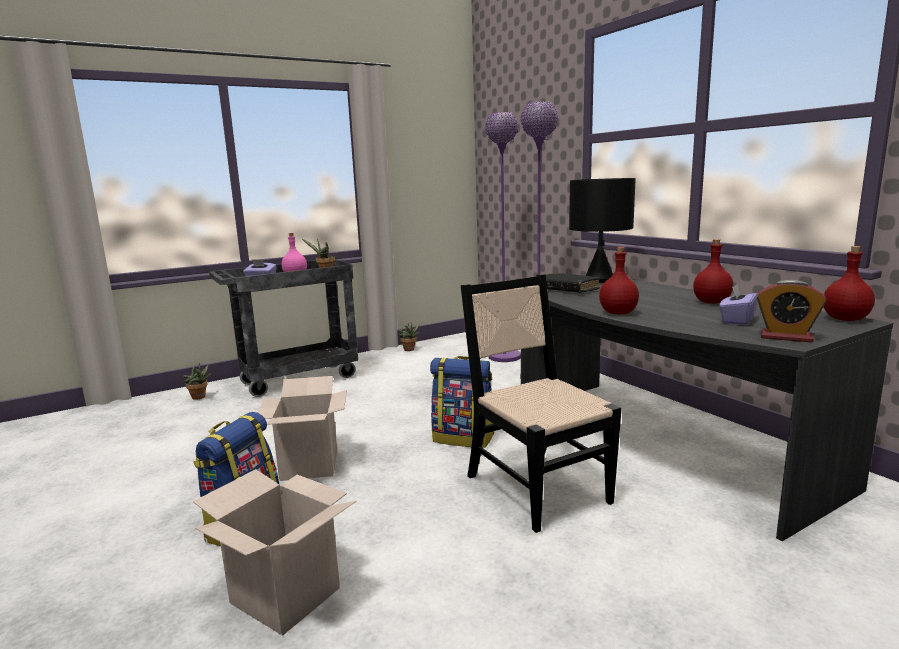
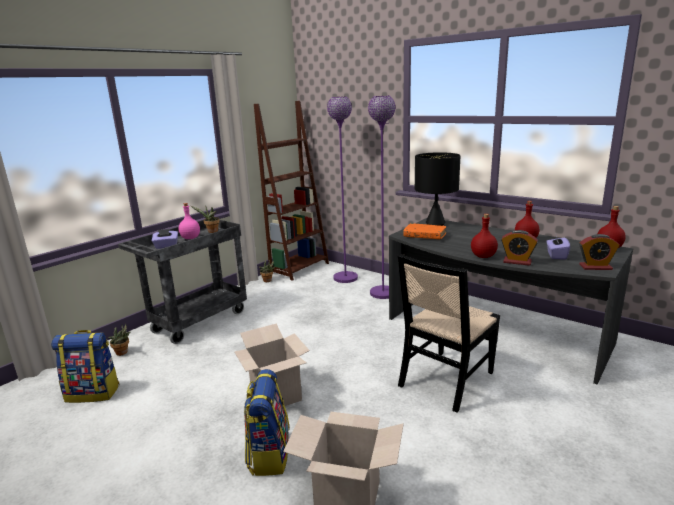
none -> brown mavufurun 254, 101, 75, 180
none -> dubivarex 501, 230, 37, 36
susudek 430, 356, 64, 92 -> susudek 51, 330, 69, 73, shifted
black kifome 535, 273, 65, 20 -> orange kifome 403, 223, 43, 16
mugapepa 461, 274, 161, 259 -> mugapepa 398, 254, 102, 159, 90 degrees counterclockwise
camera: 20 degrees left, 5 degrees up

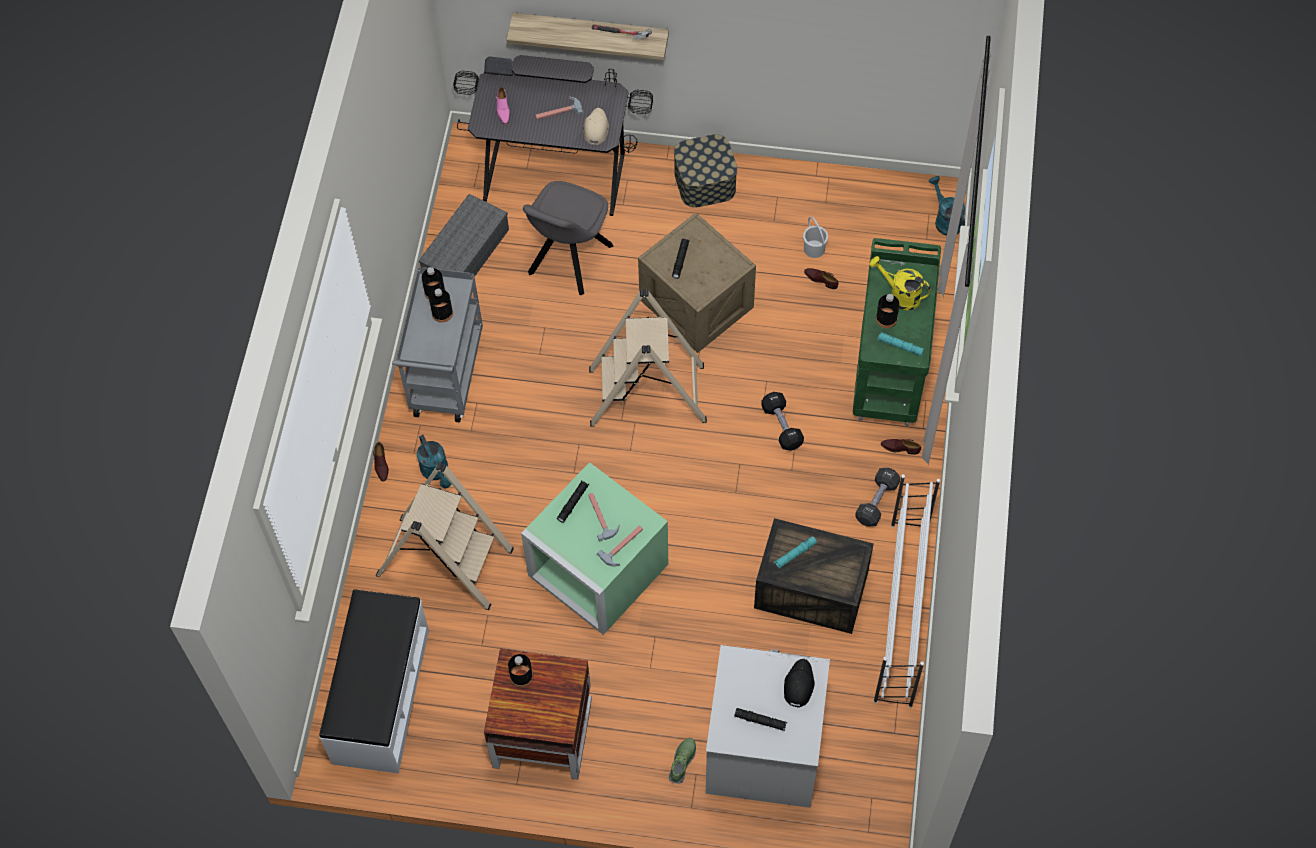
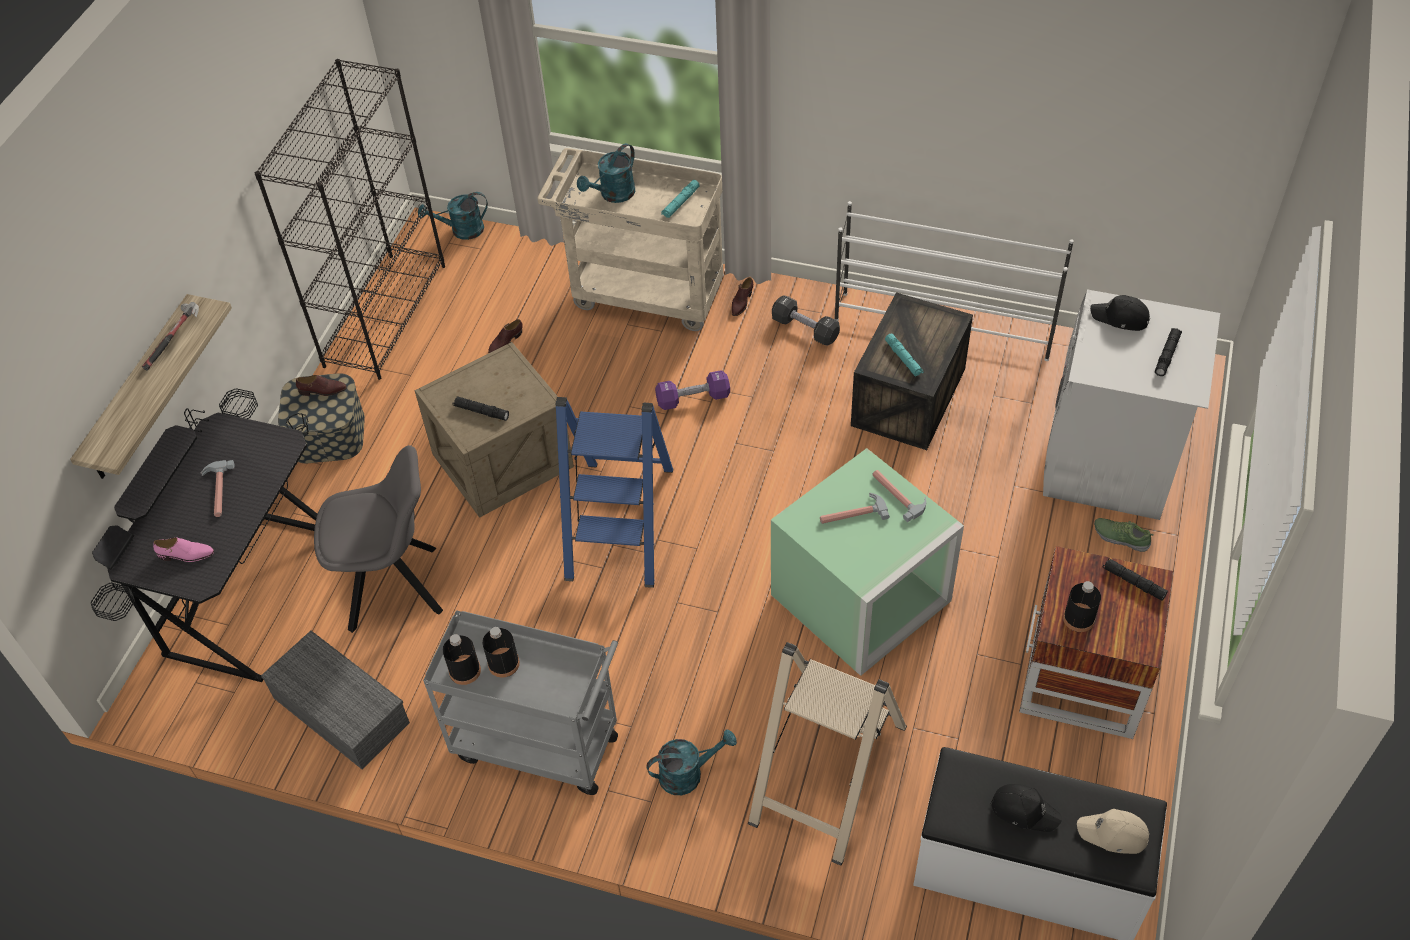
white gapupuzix 803, 217, 25, 41 -> none
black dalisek 876, 294, 24, 34 -> none
none -> black mavufurun 255, 59, 190, 321
none -> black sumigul 990, 784, 72, 48
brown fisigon 373, 442, 16, 40 -> brown fisigon 296, 375, 51, 21, shifted
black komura 557, 481, 32, 42 -> black komura 1103, 558, 65, 43, shifted
beige sumigul 583, 108, 26, 37 -> beige sumigul 1077, 809, 72, 45, shifted
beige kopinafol 589, 289, 118, 138 -> blue kopinafol 556, 397, 117, 191
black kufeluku 761, 392, 43, 59 -> purple kufeluku 655, 370, 75, 40
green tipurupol 853, 238, 88, 188 -> beige tipurupol 537, 148, 186, 183
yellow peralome 869, 256, 62, 54 -> turquoise peralome 577, 143, 58, 60
grey mugapepa 523, 181, 90, 114 -> grey mugapepa 314, 445, 129, 188, 45 degrees counterclockwise
camera: 80 degrees left, 10 degrees down

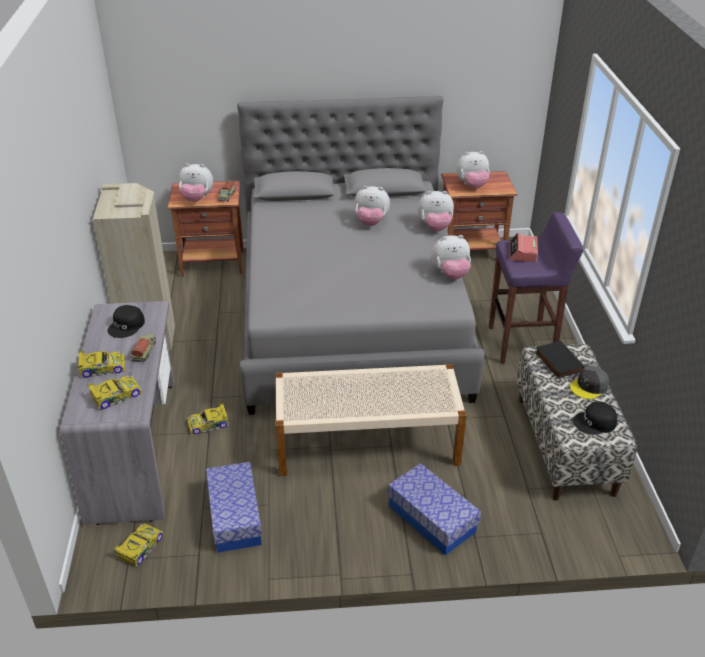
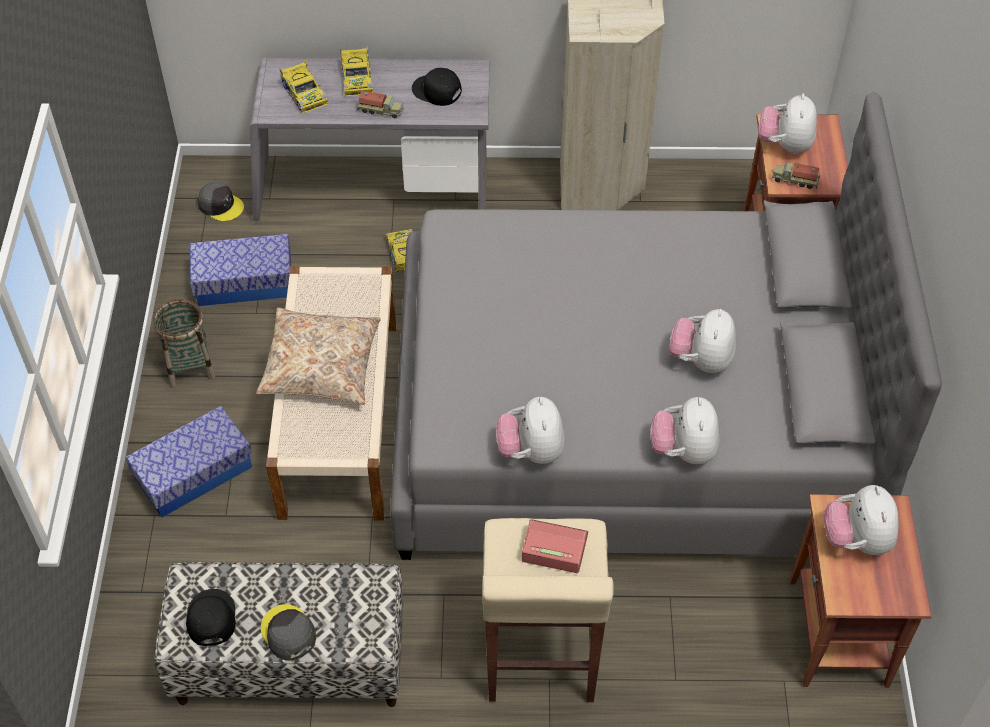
black kifome 535, 341, 50, 37 -> none
none -> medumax 153, 299, 62, 88
none -> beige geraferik 256, 307, 124, 98
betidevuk 114, 523, 50, 43 -> grey sumigul 197, 182, 47, 39
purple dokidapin 489, 212, 94, 151 -> beige dokidapin 482, 518, 132, 184
camera: 95 degrees right, 15 degrees up

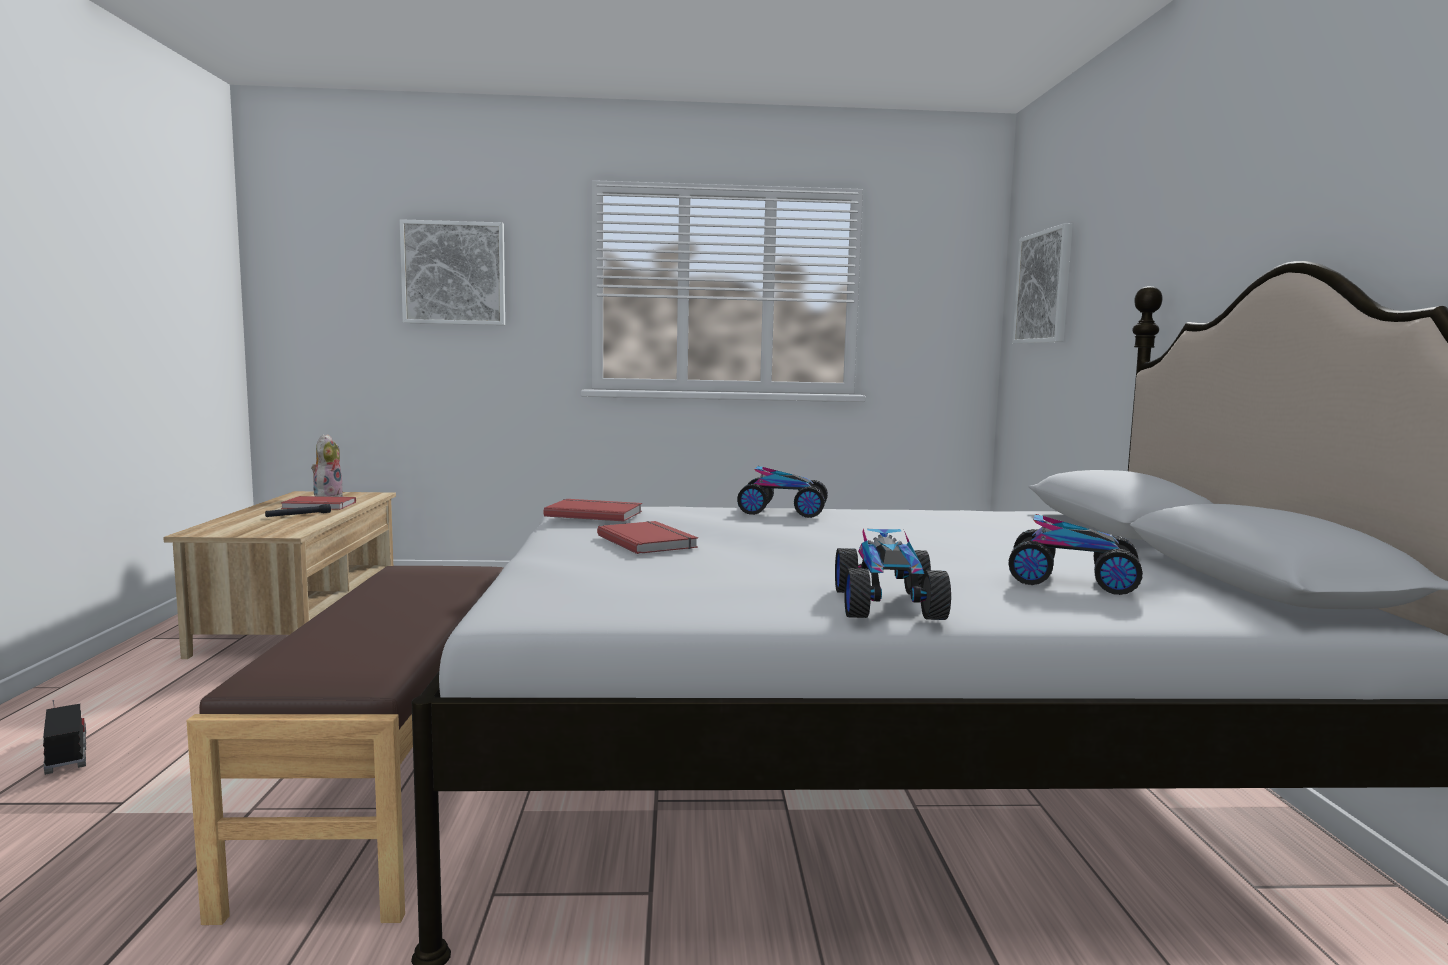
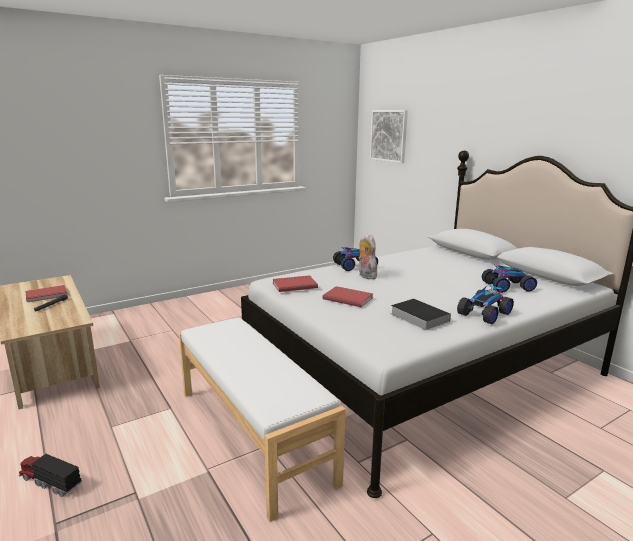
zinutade 400, 219, 105, 106 -> none
none -> kifome 391, 299, 60, 31
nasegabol 311, 434, 32, 63 -> nasegabol 358, 234, 19, 45, shifted
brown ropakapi 187, 566, 316, 359 -> white ropakapi 179, 317, 166, 205
betidevuk 835, 529, 116, 91 -> betidevuk 457, 285, 57, 39, 75 degrees clockwise
camera: 30 degrees left, 10 degrees up

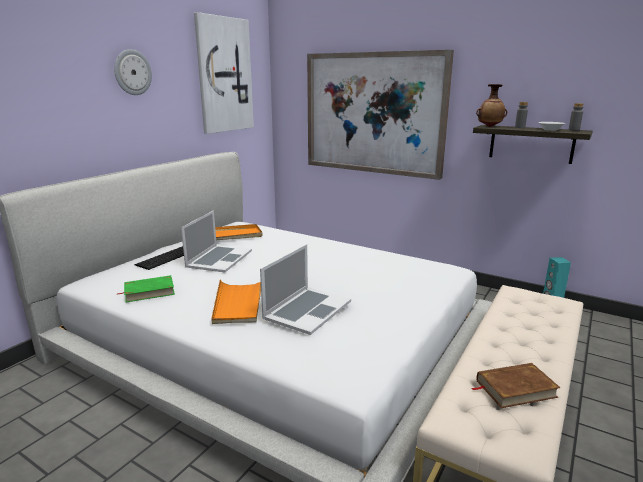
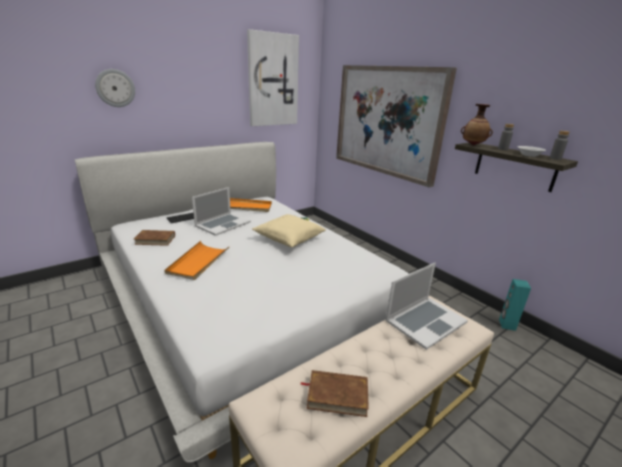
none -> beige geraferik 252, 214, 74, 34
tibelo 114, 49, 38, 46 -> tibelo 95, 69, 40, 38, shifted
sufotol 260, 244, 91, 91 -> sufotol 386, 262, 82, 88, shifted
green kifome 116, 275, 59, 27 -> brown kifome 134, 230, 41, 16
camera: 20 degrees right, 5 degrees up

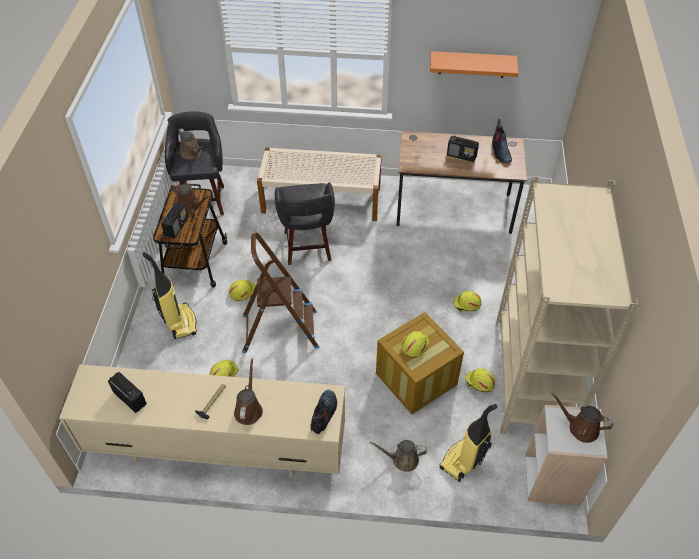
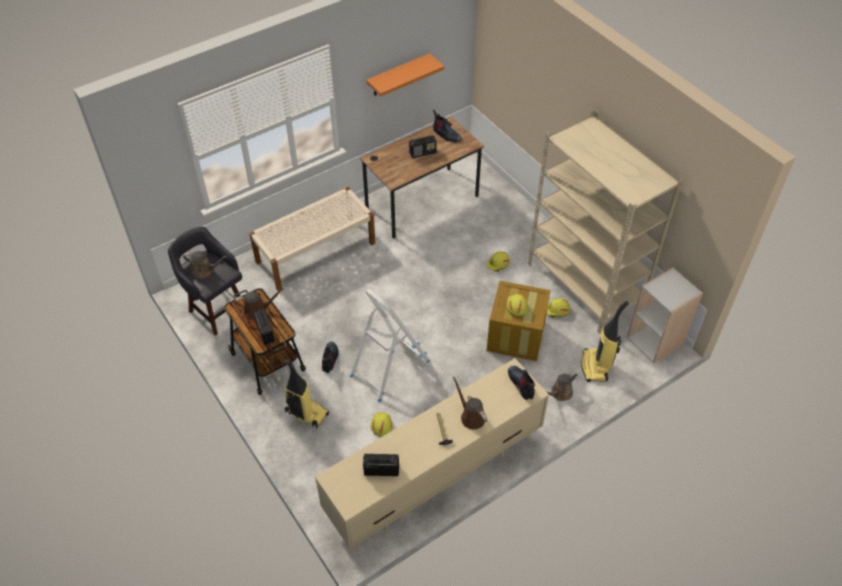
grey dokidapin 275, 182, 60, 83 -> none
brown peralome 551, 393, 62, 50 -> none
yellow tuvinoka 229, 280, 26, 21 -> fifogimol 322, 341, 17, 32
brown kopinafol 242, 233, 77, 120 -> white kopinafol 350, 289, 80, 113
camera: 40 degrees left, 0 degrees up

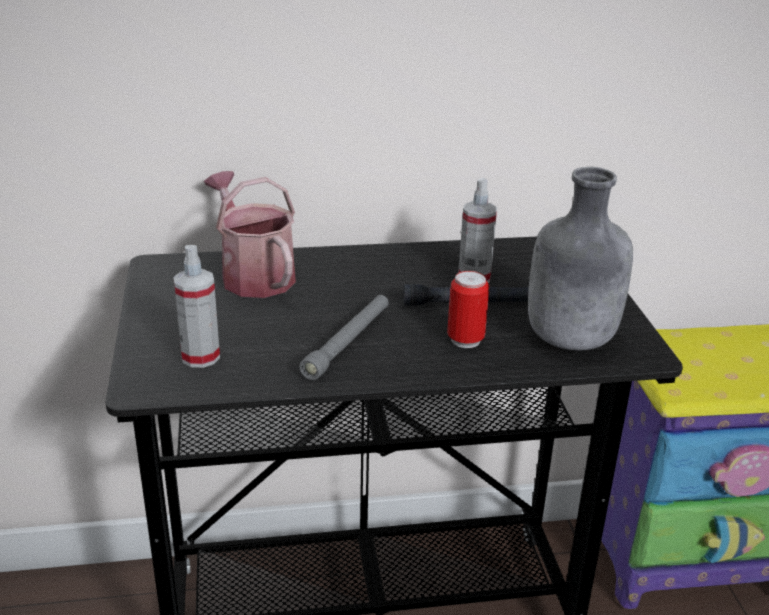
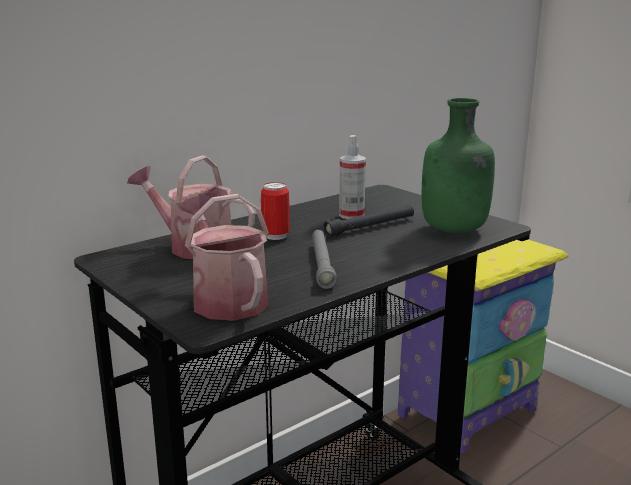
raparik 447, 271, 42, 77 -> raparik 261, 182, 29, 58, shifted
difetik 173, 245, 47, 123 -> peralome 179, 194, 90, 127
grey dalisek 528, 167, 105, 184 -> green dalisek 422, 98, 73, 135
camera: 30 degrees left, 10 degrees down

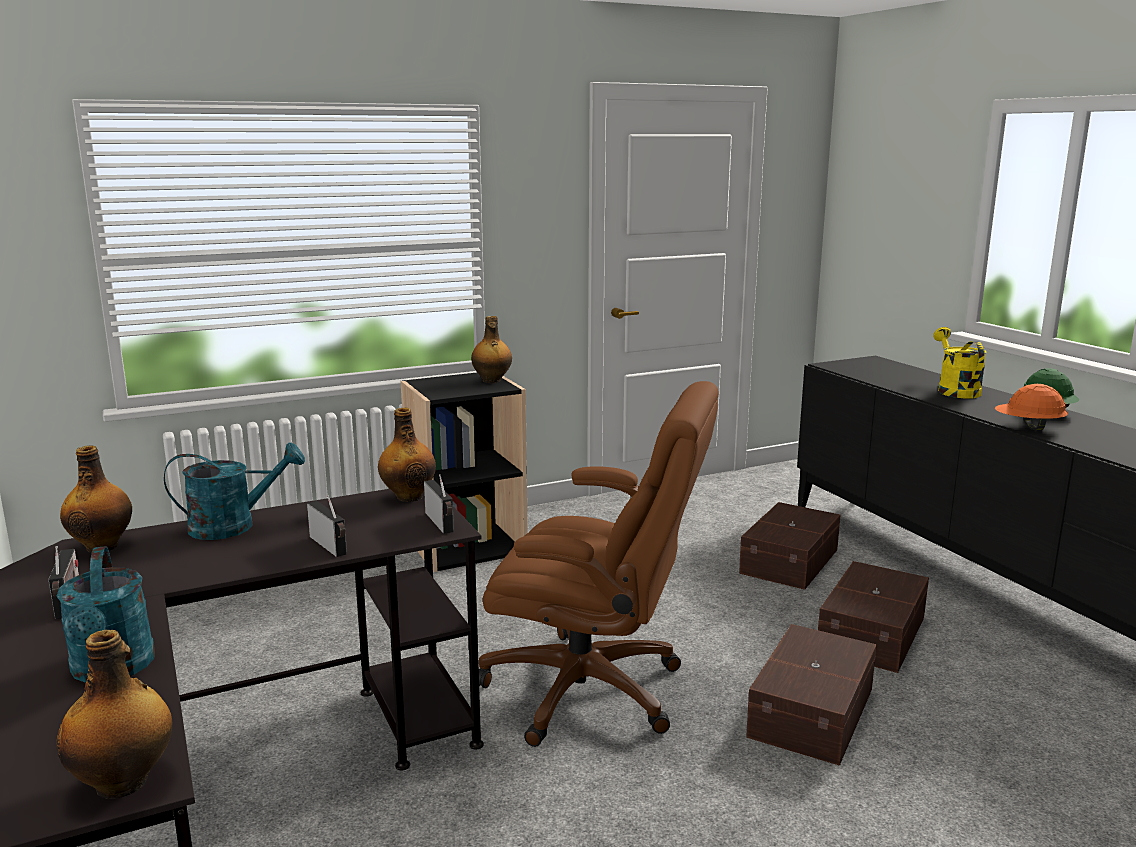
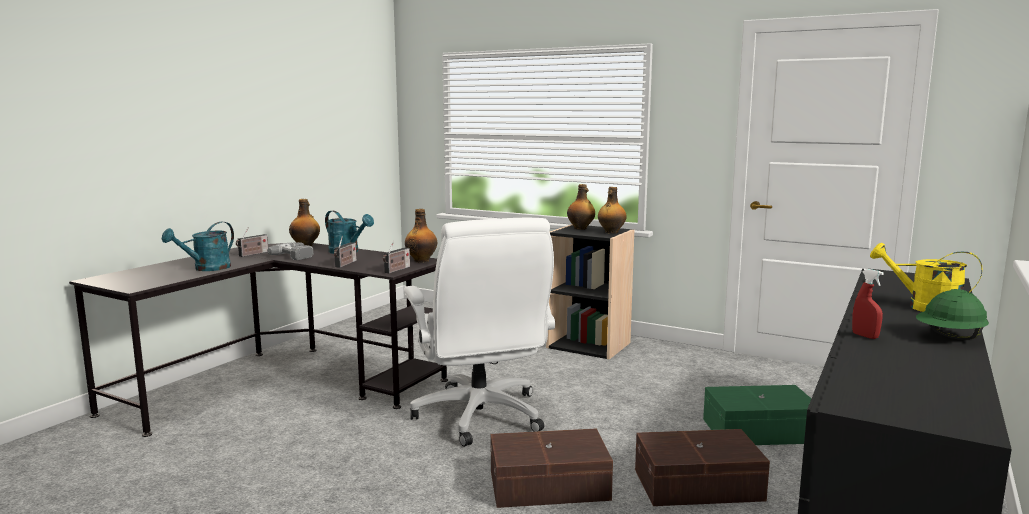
none -> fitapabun 267, 242, 46, 18
dalisek 56, 630, 116, 169 -> dalisek 567, 184, 28, 46, shifted
orange tuvinoka 995, 384, 73, 46 -> red difetik 852, 269, 32, 70
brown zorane 479, 381, 240, 366 -> white zorane 404, 218, 151, 229
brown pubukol 739, 502, 102, 88 -> green pubukol 703, 385, 108, 60
yellow peralome 933, 327, 54, 72 -> yellow peralome 870, 243, 113, 69, 105 degrees counterclockwise
camera: 55 degrees right, 5 degrees down

